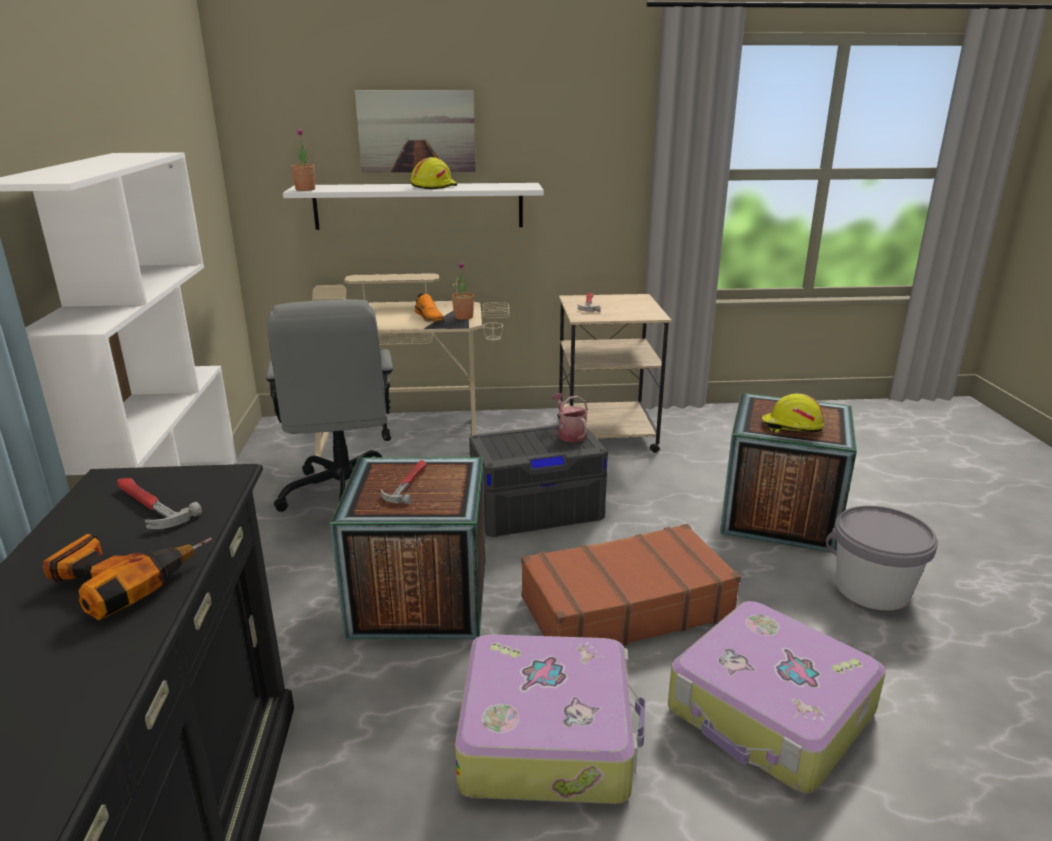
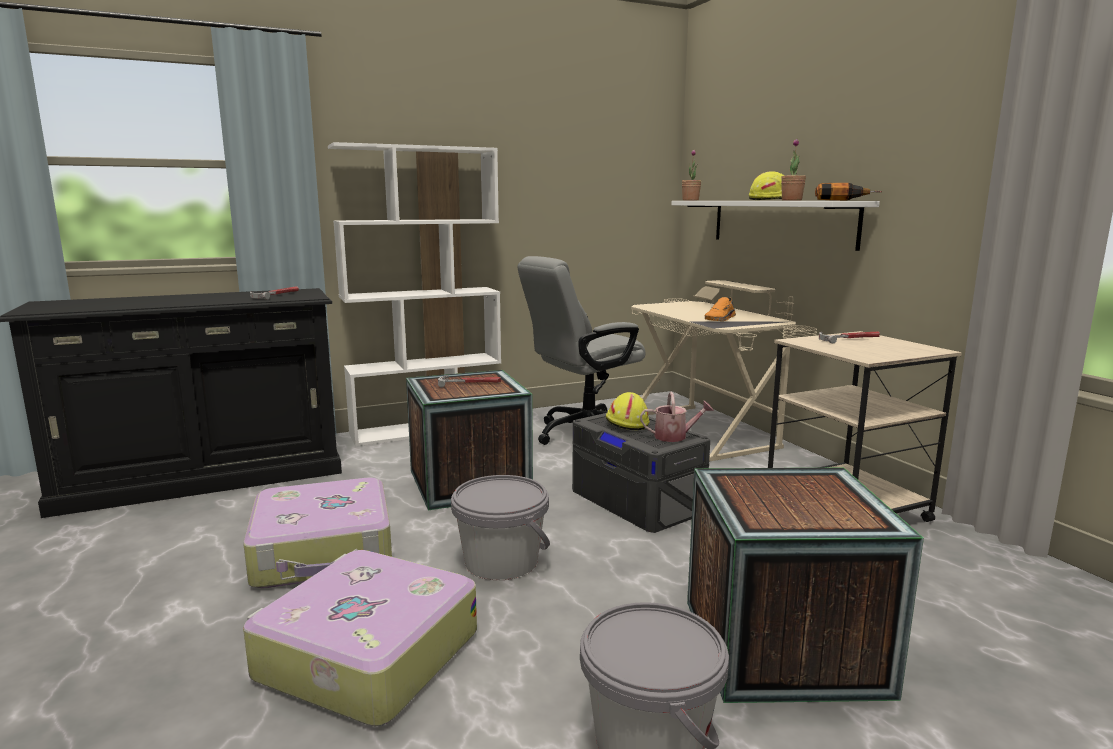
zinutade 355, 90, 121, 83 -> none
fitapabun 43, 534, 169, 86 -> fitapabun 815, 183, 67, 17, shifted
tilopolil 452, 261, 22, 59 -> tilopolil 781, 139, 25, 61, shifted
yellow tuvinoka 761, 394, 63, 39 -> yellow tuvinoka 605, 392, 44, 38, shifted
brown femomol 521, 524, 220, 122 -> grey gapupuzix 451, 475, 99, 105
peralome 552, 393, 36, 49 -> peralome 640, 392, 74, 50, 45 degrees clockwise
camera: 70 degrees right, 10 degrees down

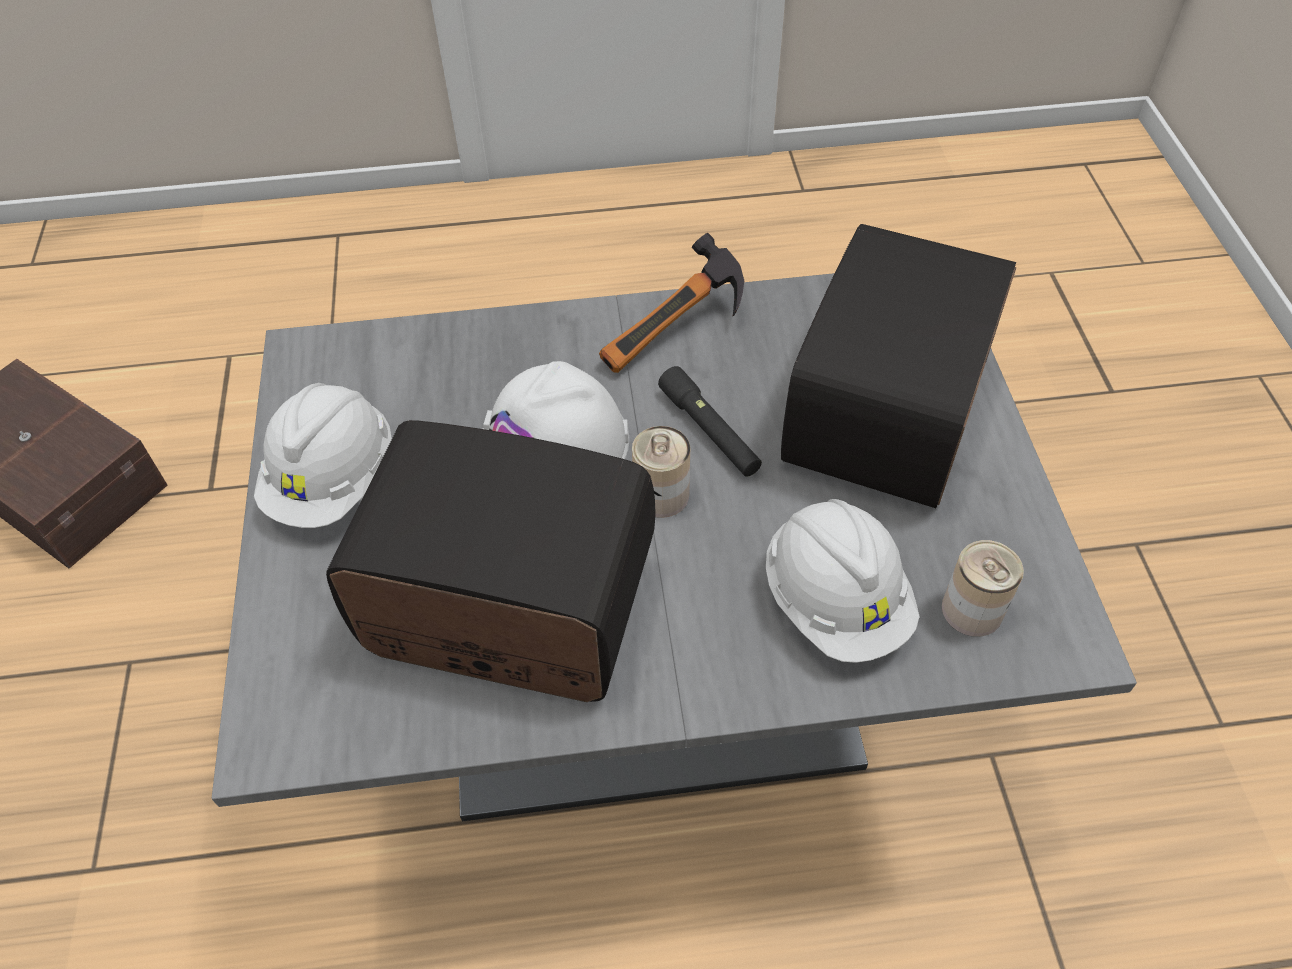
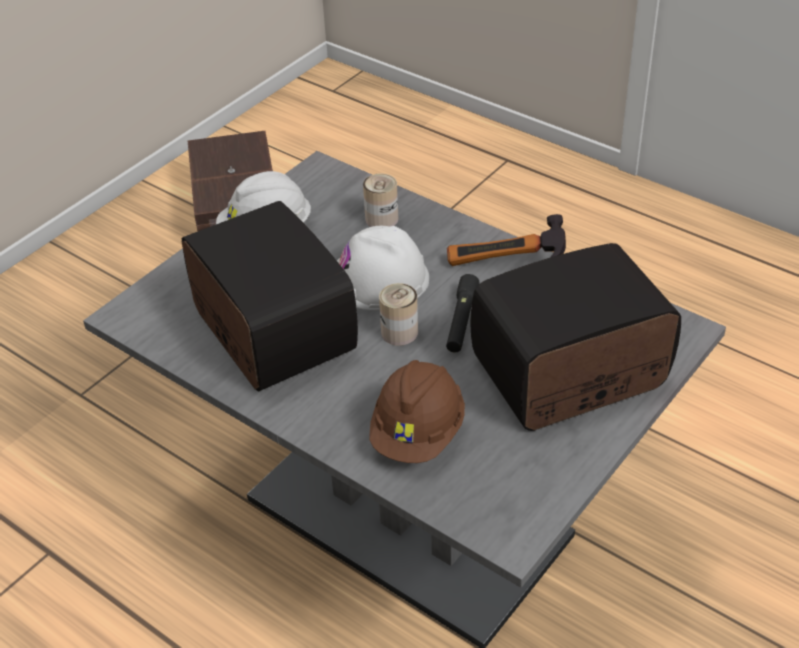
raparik 942, 540, 82, 97 -> raparik 363, 174, 35, 53, shifted
white tuvinoka 766, 499, 154, 164 -> brown tuvinoka 369, 360, 96, 103
camera: 45 degrees right, 10 degrees down

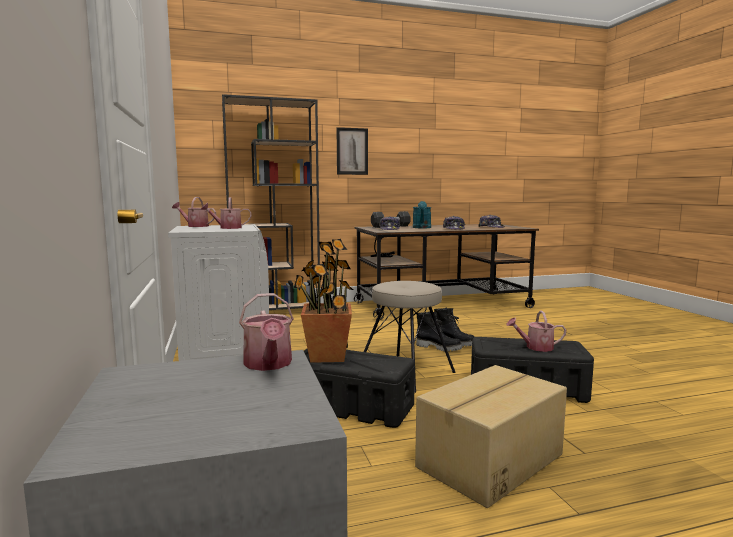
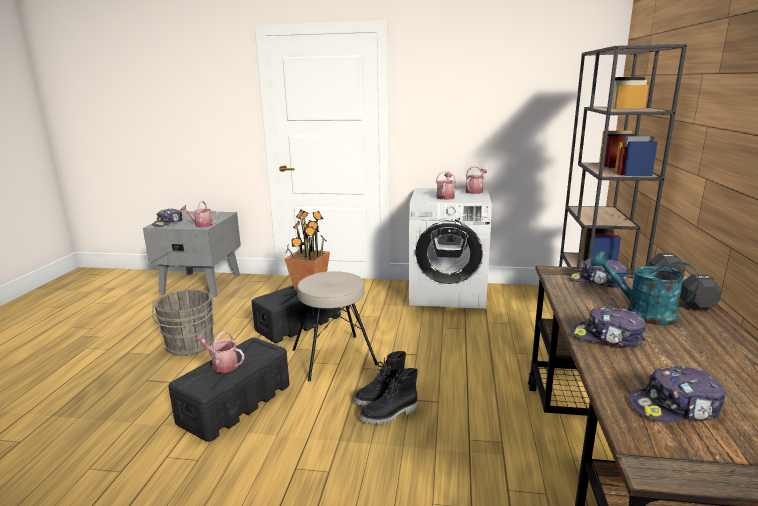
zinutade 337, 127, 31, 48 -> none
none -> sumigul 152, 208, 30, 19
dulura 415, 365, 152, 143 -> grey gapupuzix 152, 290, 63, 66
peralome 506, 311, 60, 41 -> peralome 195, 331, 49, 42, 90 degrees counterclockwise
camera: 115 degrees right, 10 degrees up

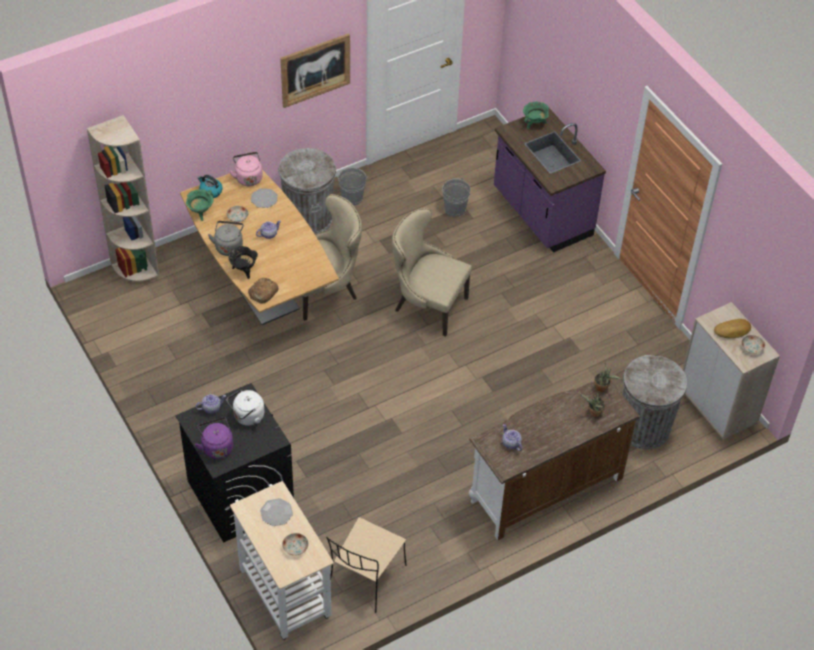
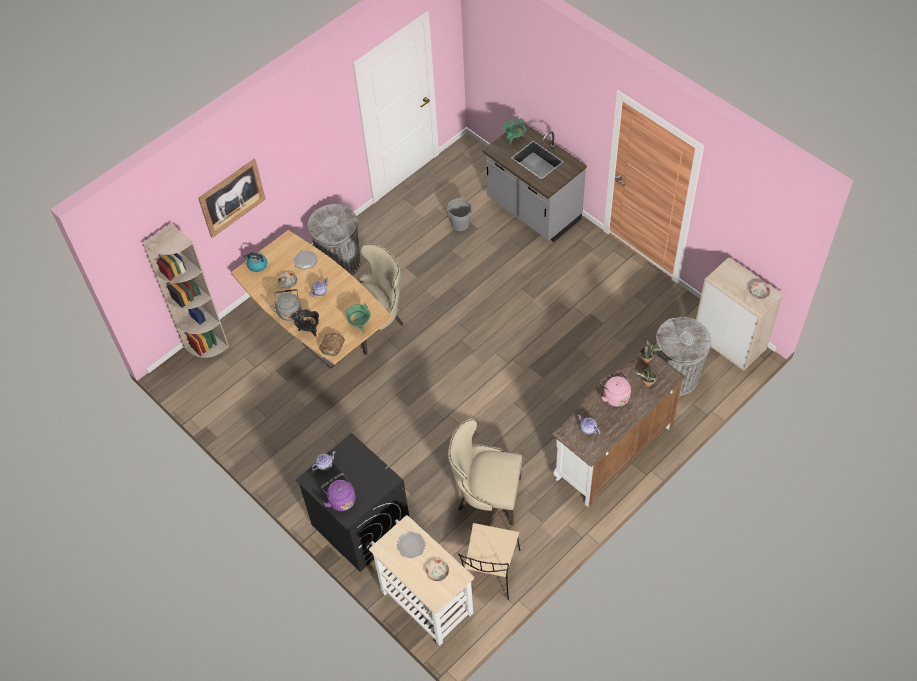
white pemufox 227, 390, 38, 36 -> none
grey gapupuzix 336, 168, 32, 38 -> none
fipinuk 714, 319, 37, 19 -> none
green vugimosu 186, 189, 28, 32 -> green vugimosu 345, 303, 26, 30, shifted
pink pemufox 230, 152, 33, 34 -> pink pemufox 600, 371, 31, 36, shifted
zinutade 280, 33, 70, 75 -> zinutade 198, 159, 68, 79, shifted
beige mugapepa 392, 208, 80, 129 -> beige mugapepa 448, 418, 74, 107, shifted
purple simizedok 494, 108, 112, 145 -> grey simizedok 482, 123, 105, 119
camera: 10 degrees left, 5 degrees up

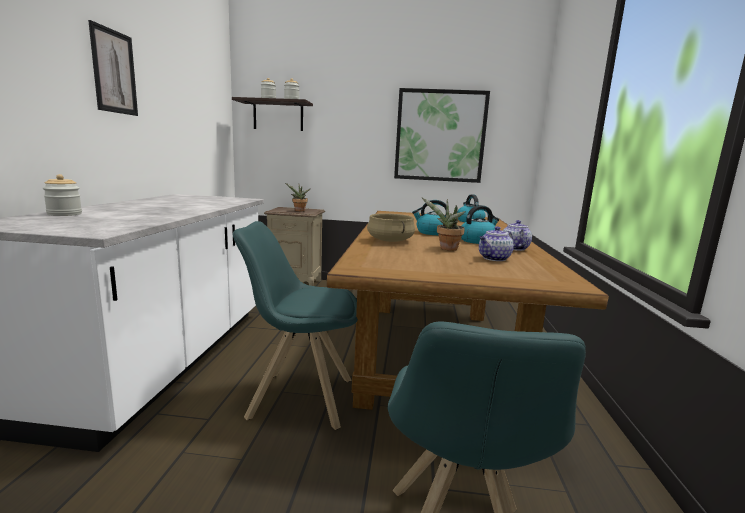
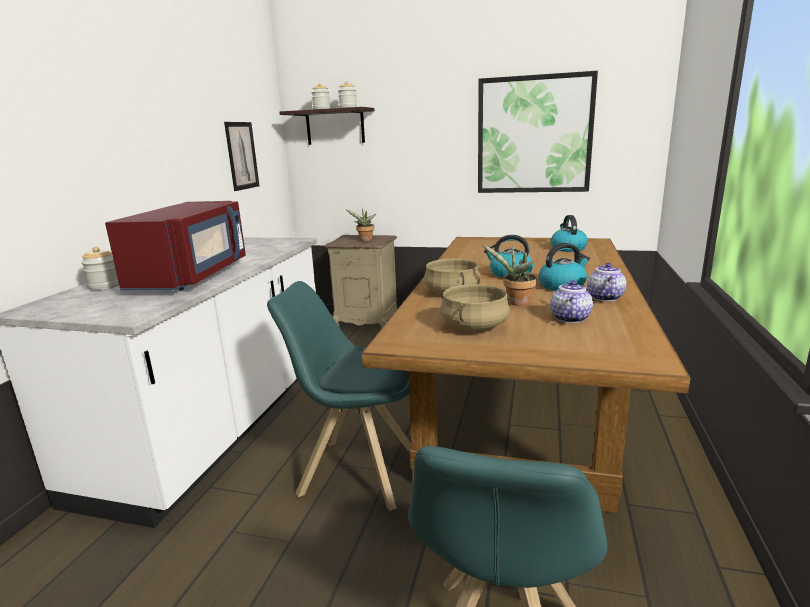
none -> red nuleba 105, 201, 141, 90
none -> beige vugimosu 440, 284, 70, 47
zinutade 88, 20, 50, 96 -> zinutade 224, 122, 35, 69, shifted
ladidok 479, 226, 35, 35 -> ladidok 550, 280, 43, 43, 135 degrees clockwise
camera: 10 degrees right, 5 degrees up

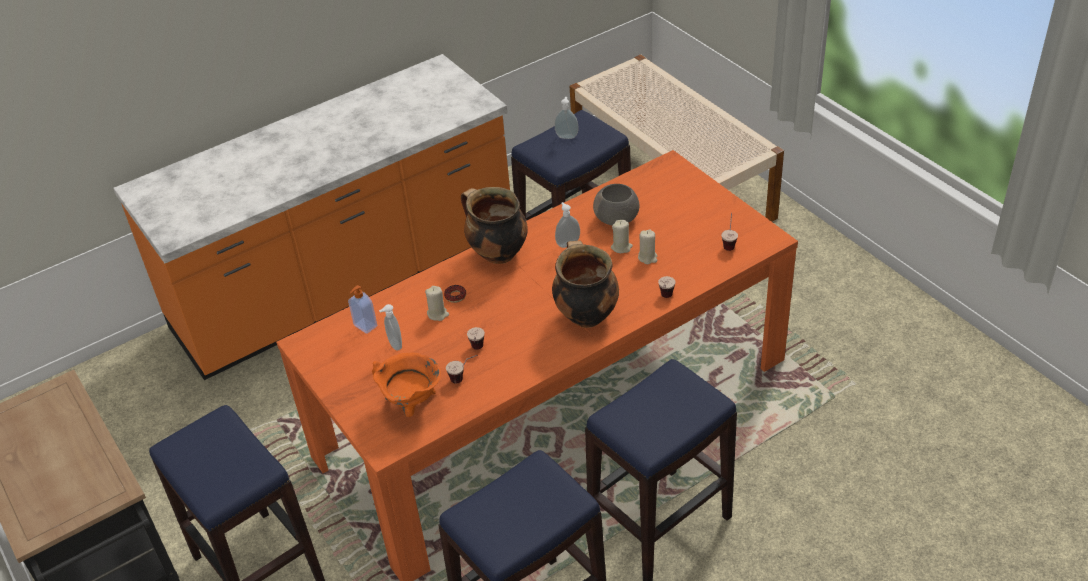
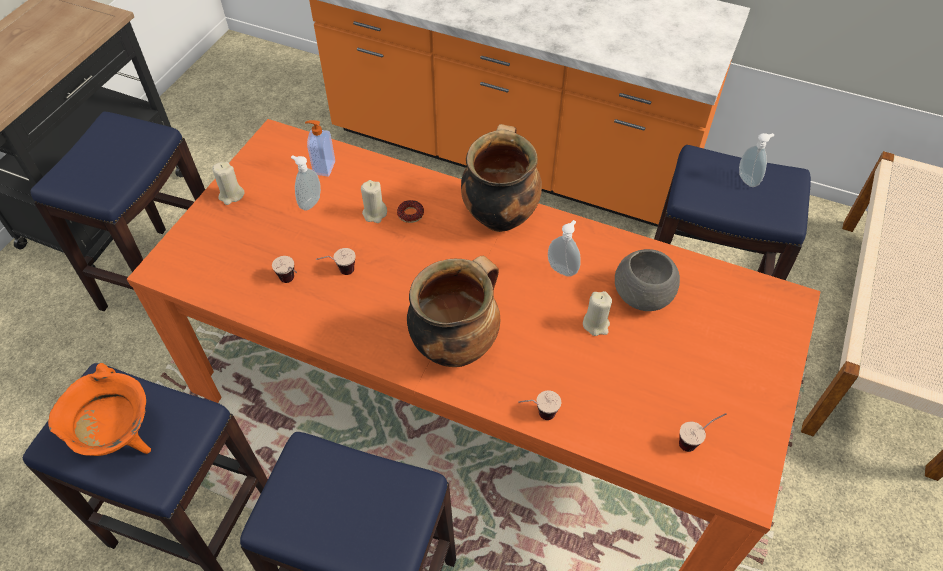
orange vugimosu 372, 352, 69, 65 -> orange vugimosu 48, 363, 103, 93, shifted
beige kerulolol 638, 229, 19, 35 -> beige kerulolol 212, 162, 33, 43, shifted
camera: 55 degrees right, 10 degrees up

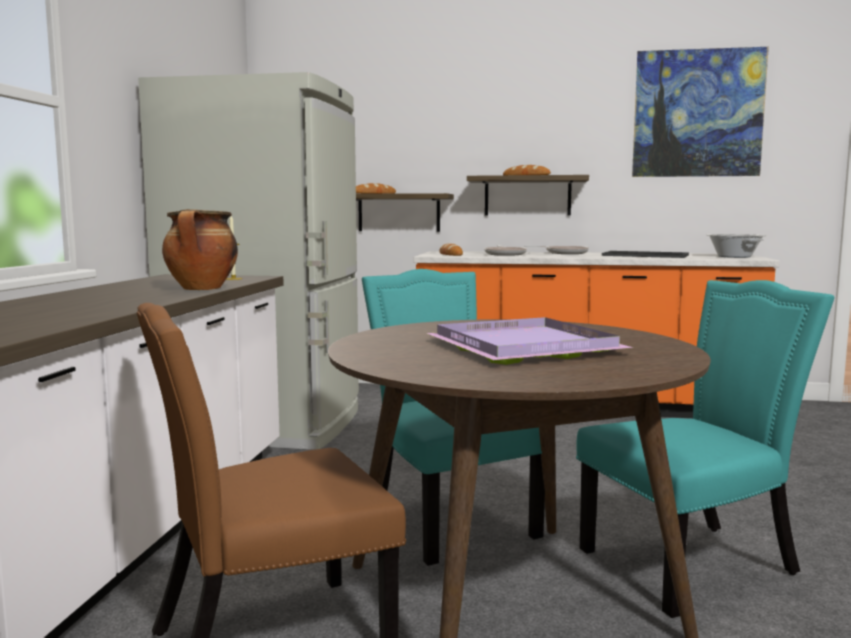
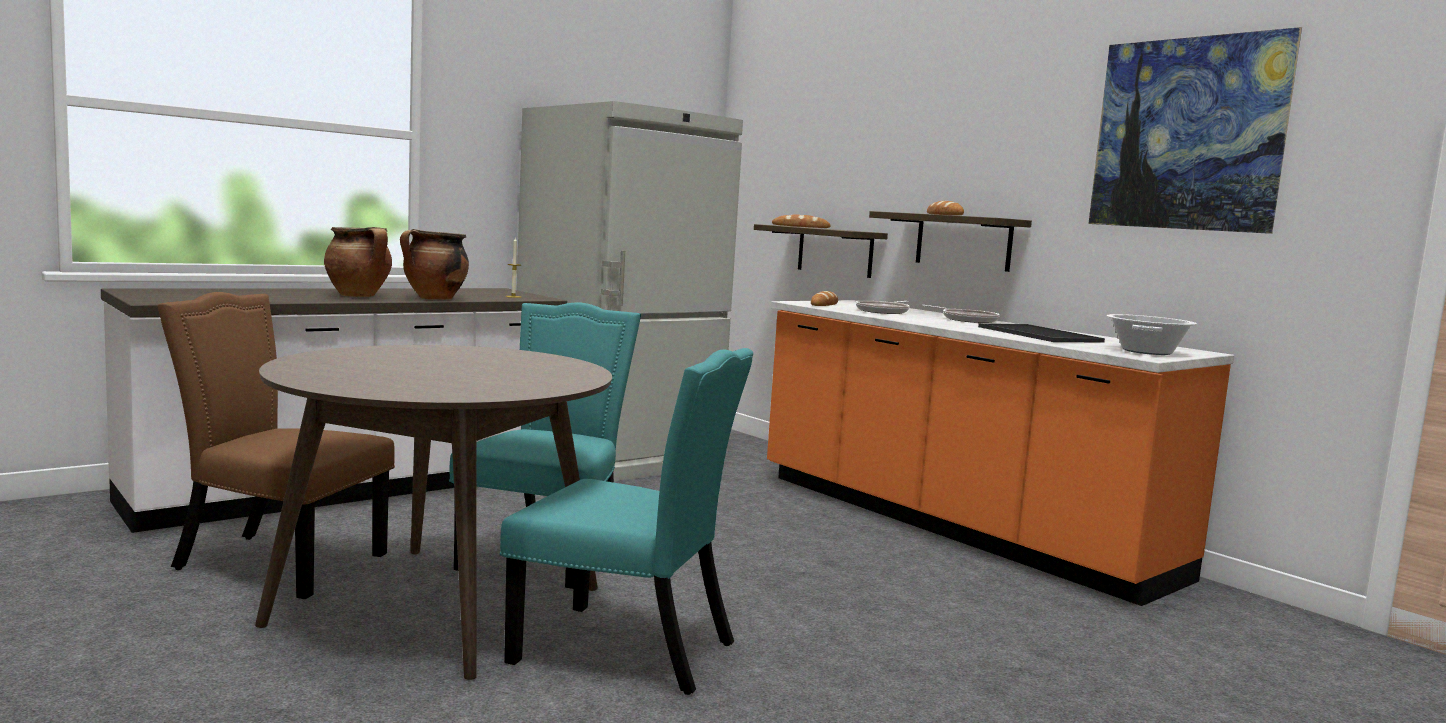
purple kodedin 426, 317, 207, 48 -> none
none -> vugimosu 324, 227, 68, 70
camera: 40 degrees right, 0 degrees up

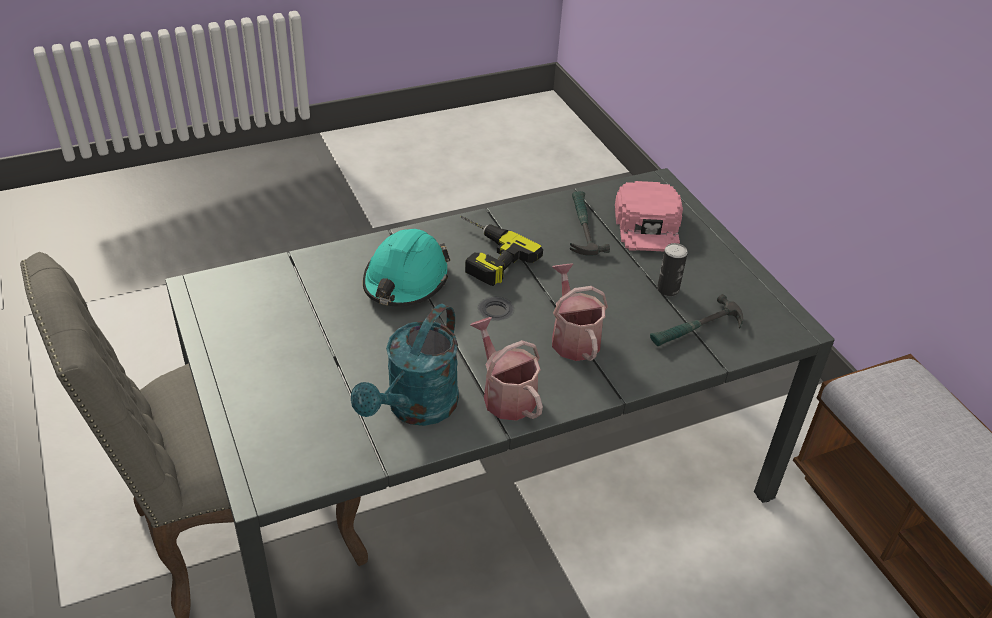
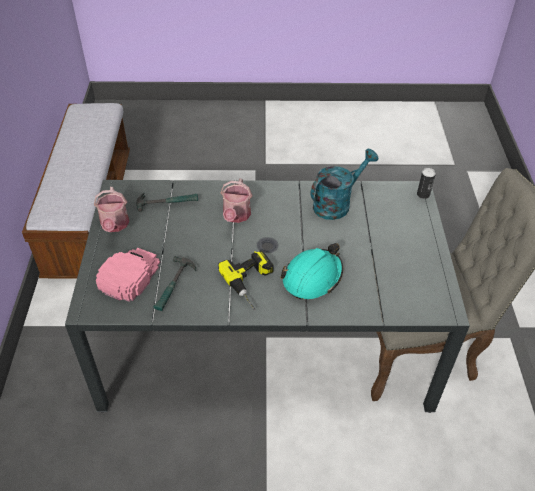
peralome 470, 317, 73, 104 -> peralome 94, 187, 35, 45, shifted
raparik 657, 243, 31, 53 -> raparik 417, 168, 19, 31, shifted
camera: 155 degrees left, 5 degrees up

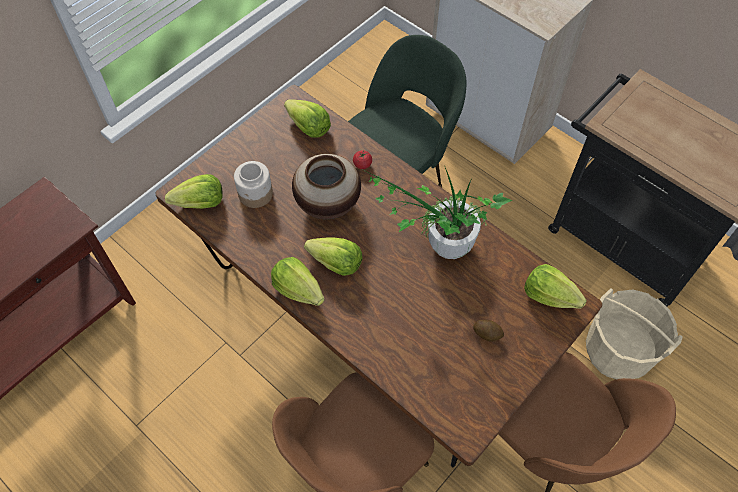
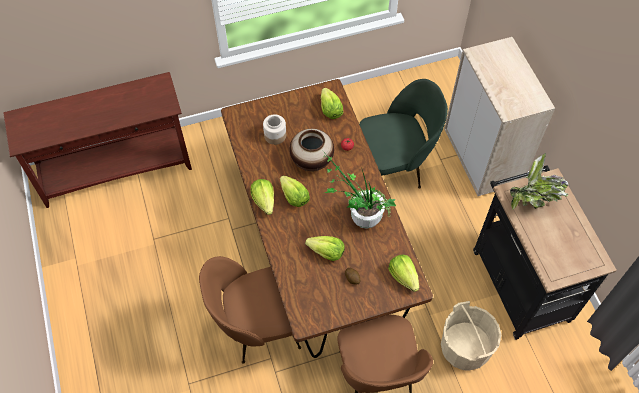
none -> tilopolil 510, 153, 58, 57
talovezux 165, 174, 58, 35 -> talovezux 305, 236, 40, 25, shifted
camera: 30 degrees right, 0 degrees up

